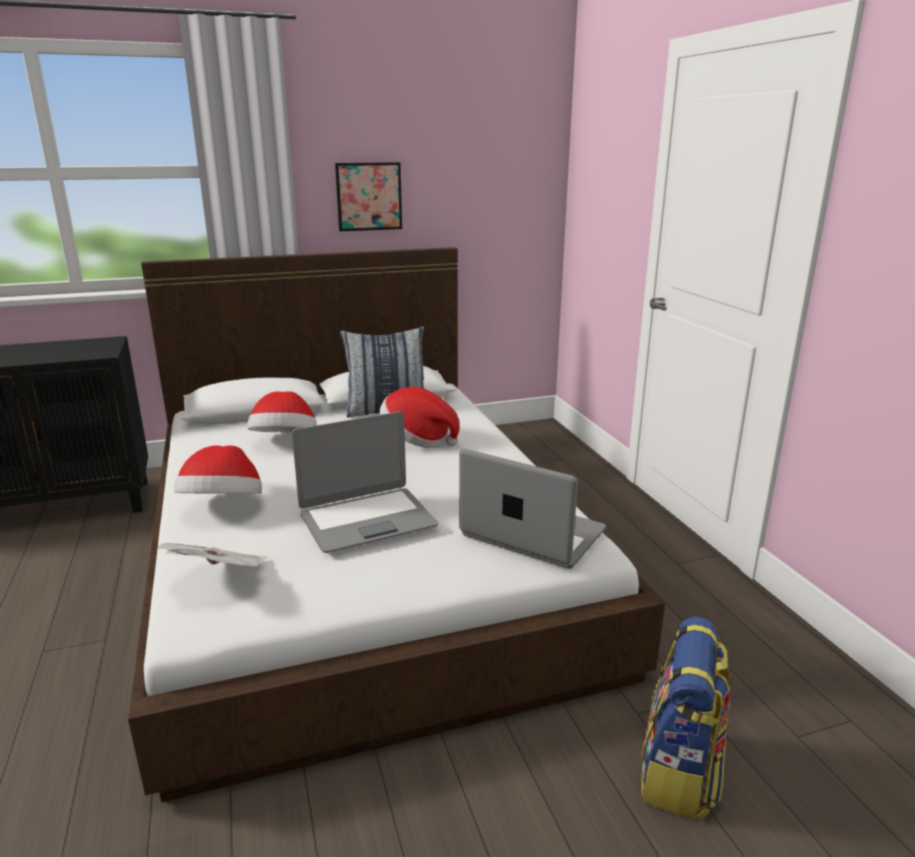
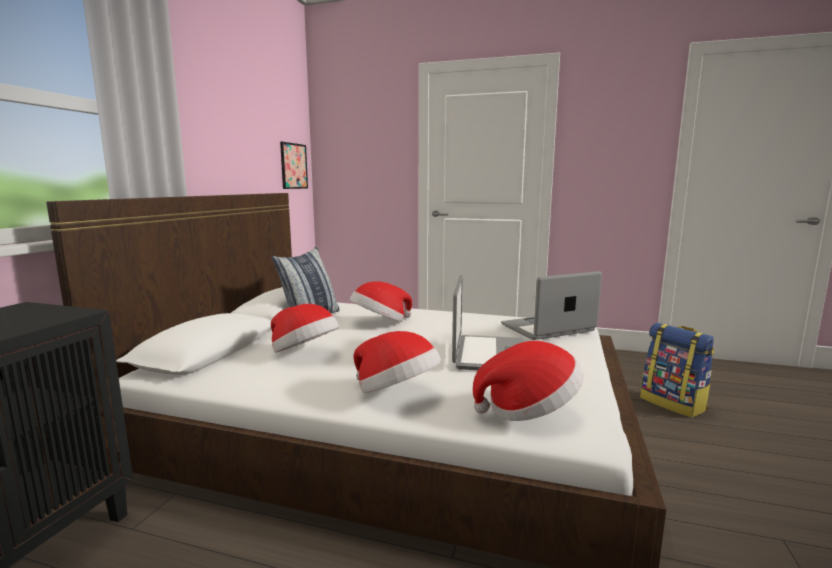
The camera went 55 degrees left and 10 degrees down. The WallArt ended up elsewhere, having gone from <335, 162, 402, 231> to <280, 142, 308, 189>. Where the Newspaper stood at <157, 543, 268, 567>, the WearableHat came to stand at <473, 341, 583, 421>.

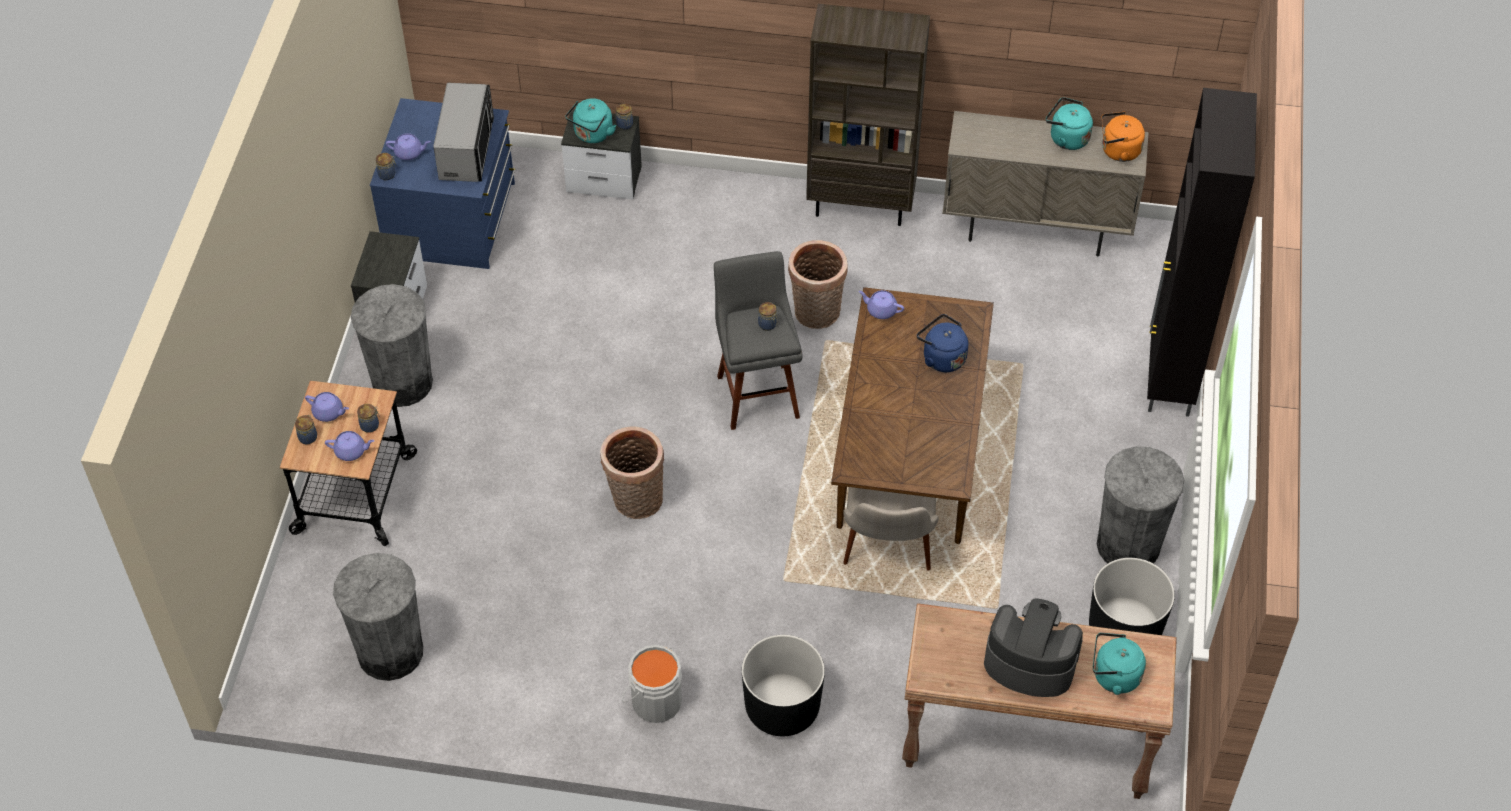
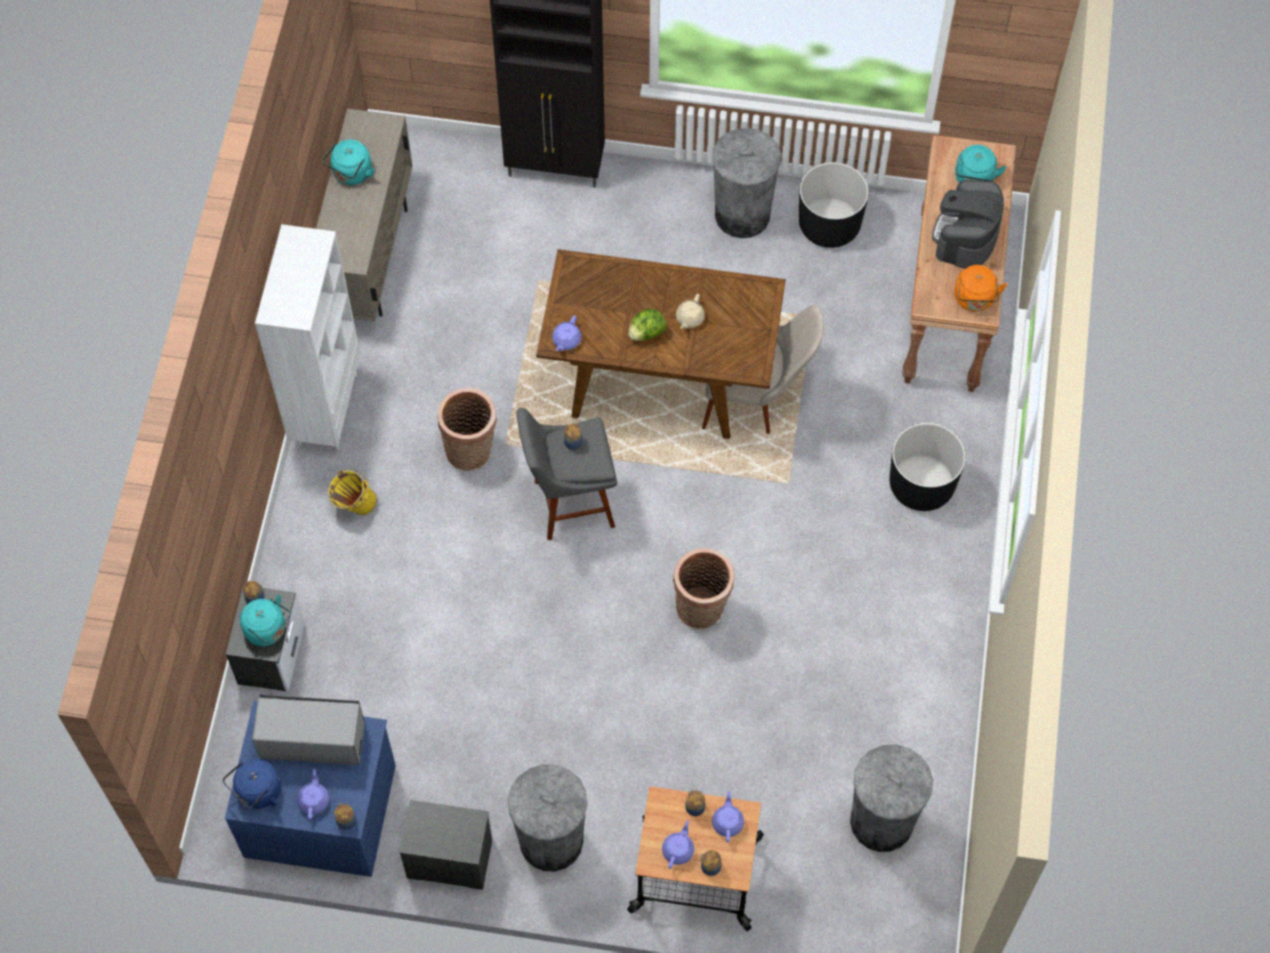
The camera went 90 degrees left and 10 degrees up. The second view lost the GreyishPail at <622, 645, 682, 723>. The second view gained the YellowPail at <328, 469, 377, 515>. The second view gained the HeadOfLettuce at <628, 309, 667, 341>. The second view gained the BeigeColouredTeaPot at <676, 294, 705, 329>. The BluishTeaKettle ended up elsewhere, having gone from <917, 314, 968, 372> to <223, 759, 281, 809>. The OrangeTeaKettle ended up elsewhere, having gone from <1102, 112, 1145, 162> to <955, 265, 1007, 312>. What was the BrownColouredBookshelf at <806, 4, 930, 226> turned into the WhiteColouredBookshelf at <255, 224, 361, 451>.

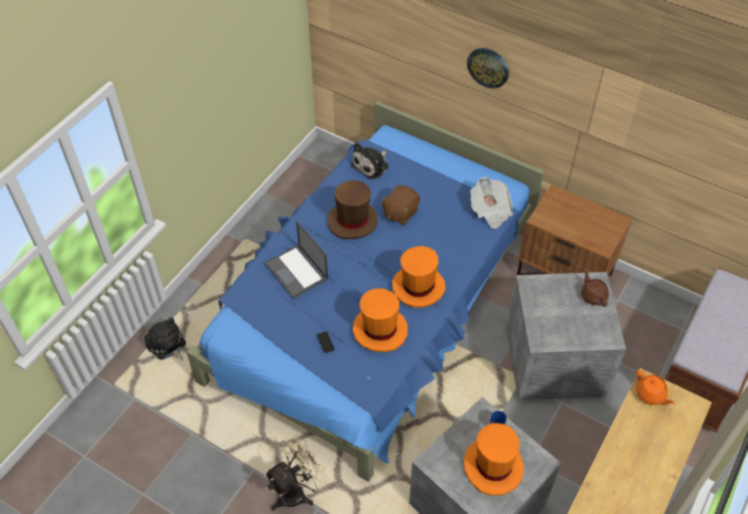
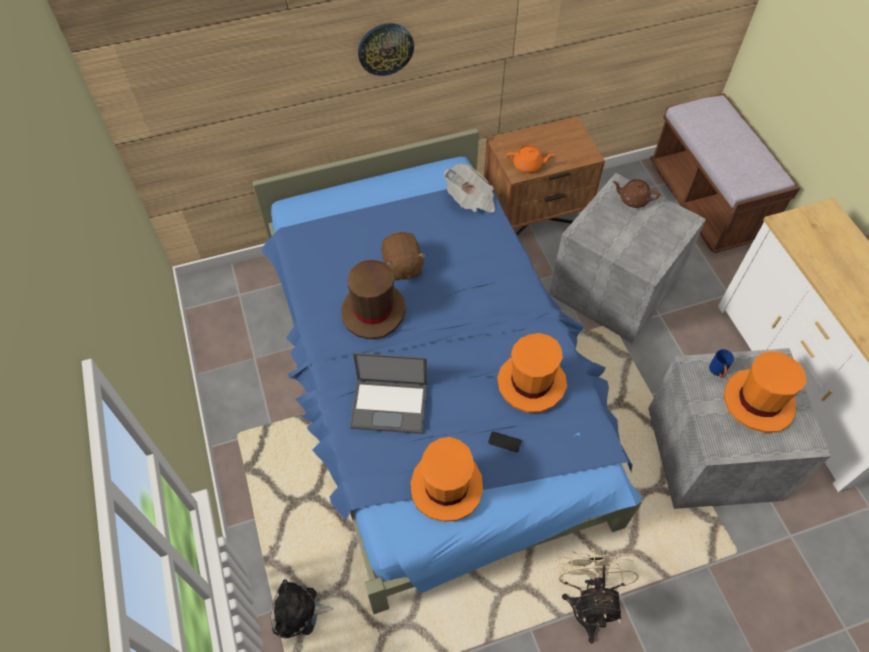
The camera went 50 degrees left and 5 degrees up. The second view lost the CuddlyToy at <351, 143, 389, 179>. The OrangeWearableHat ended up elsewhere, having gone from <392, 246, 445, 308> to <410, 437, 483, 522>. The OrangeTeaPot ended up elsewhere, having gone from <636, 370, 675, 405> to <507, 145, 554, 173>.

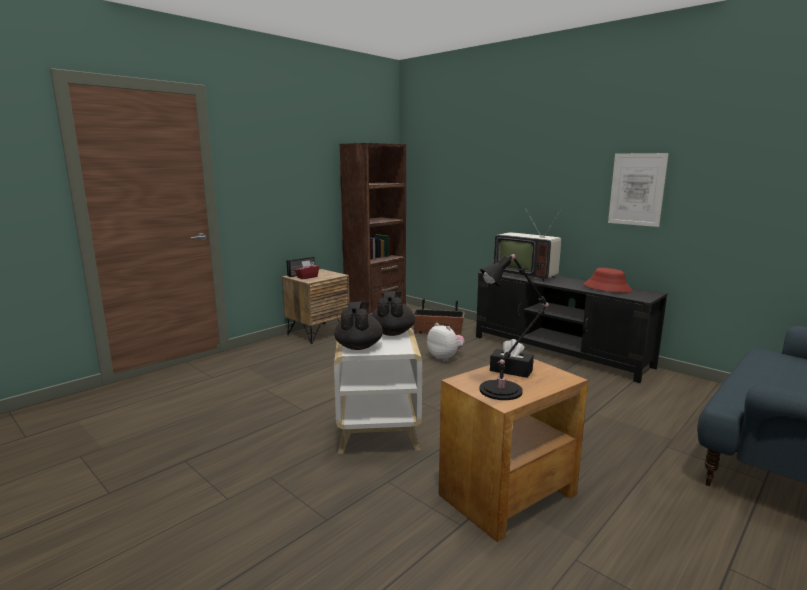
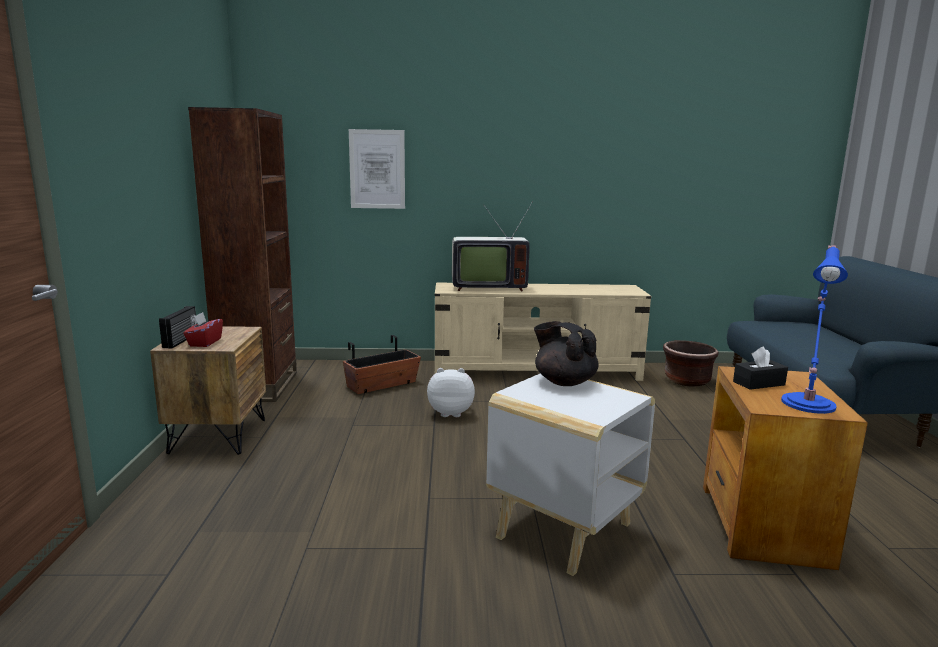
The camera went 45 degrees left and 0 degrees up. The second view lost the BlackTeaPot at <334, 301, 383, 350>. The second view lost the ReddishWearableHat at <584, 268, 632, 293>. The second view gained the BrownColouredPlantPot at <663, 340, 719, 387>. The WallArt ended up elsewhere, having gone from <608, 153, 669, 227> to <349, 129, 405, 209>. What was the BlackTvUnit at <476, 272, 668, 383> turned into the BeigeColouredTvUnit at <434, 282, 651, 381>. What was the BlackTabletopLamp at <479, 254, 549, 400> turned into the BluishTabletopLamp at <781, 245, 848, 414>.

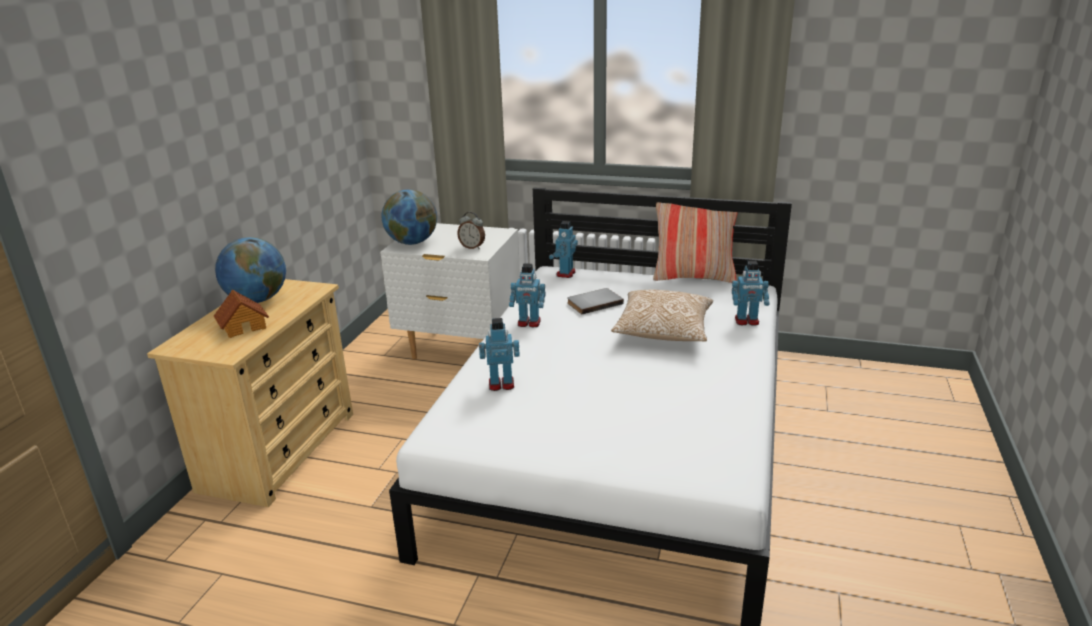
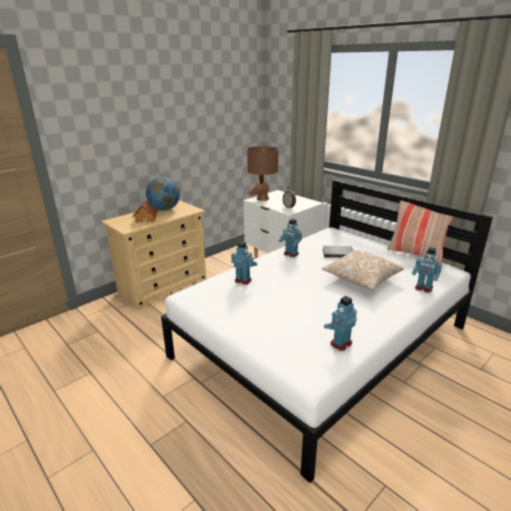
The camera went 30 degrees right and 0 degrees up. The ToyRobot ended up elsewhere, having gone from <549, 221, 578, 278> to <324, 296, 357, 351>. Where the WorldGlobe stood at <382, 189, 437, 245>, the BrownColouredTabletopLamp came to stand at <247, 146, 279, 201>.

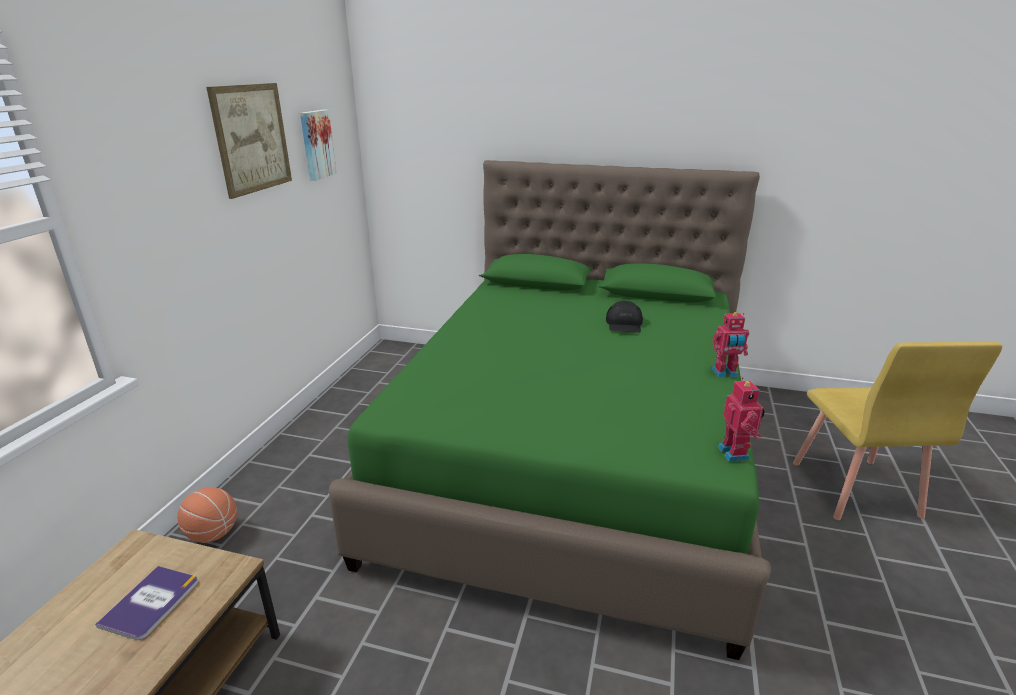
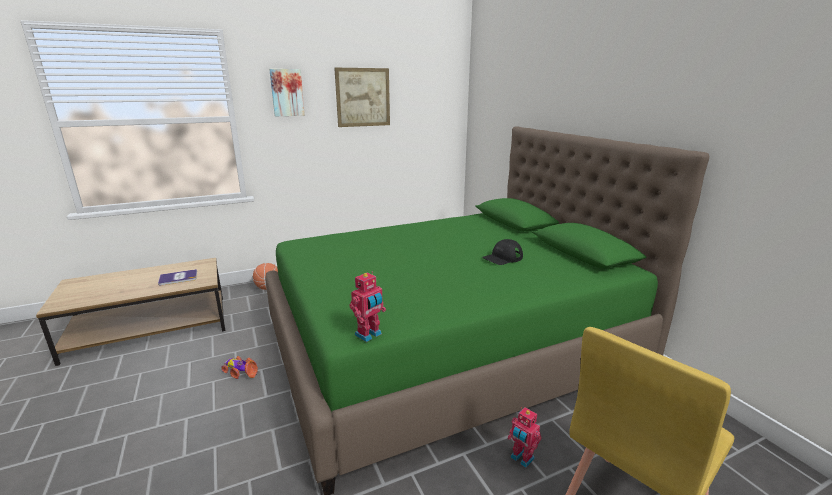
The camera went 50 degrees right and 5 degrees down. The second view gained the ModelCar at <221, 356, 258, 379>. The WallArt ended up elsewhere, having gone from <300, 110, 337, 181> to <269, 69, 305, 117>. The ToyRobot ended up elsewhere, having gone from <712, 312, 749, 377> to <508, 407, 542, 468>.

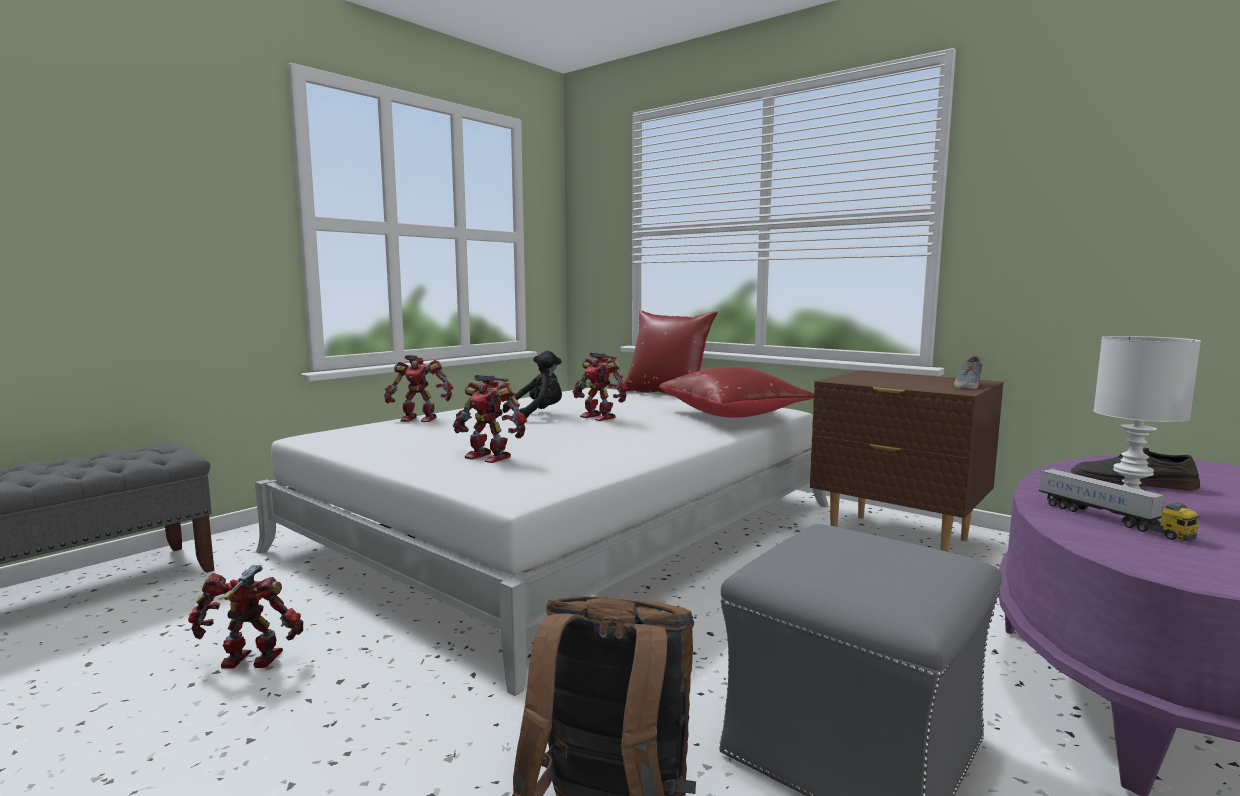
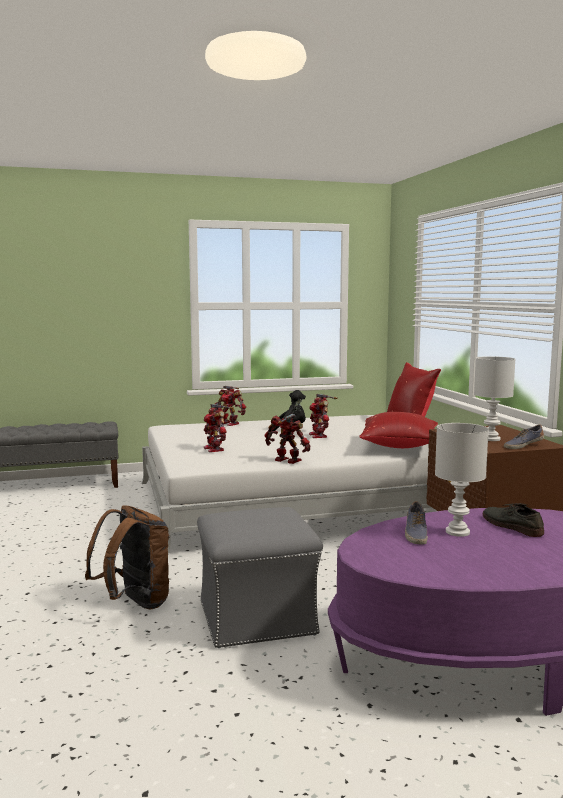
The camera went 35 degrees right and 0 degrees up. The second view gained the WhiteColouredTabletopLamp at <474, 356, 515, 441>. The ToyRobot ended up elsewhere, having gone from <188, 565, 303, 669> to <265, 414, 310, 464>. Where the ToyTruck stood at <1039, 468, 1200, 541>, the LowShoe came to stand at <405, 502, 428, 544>.

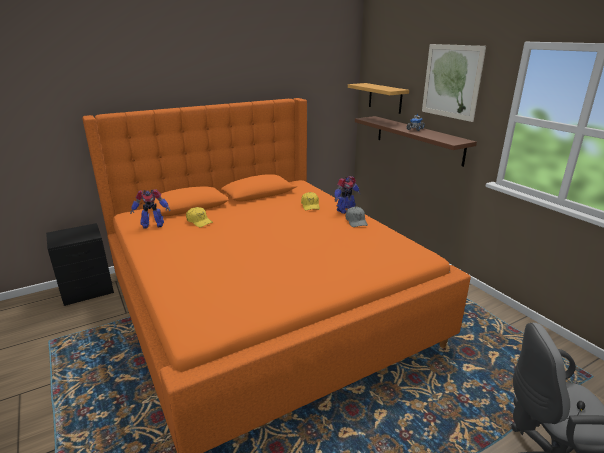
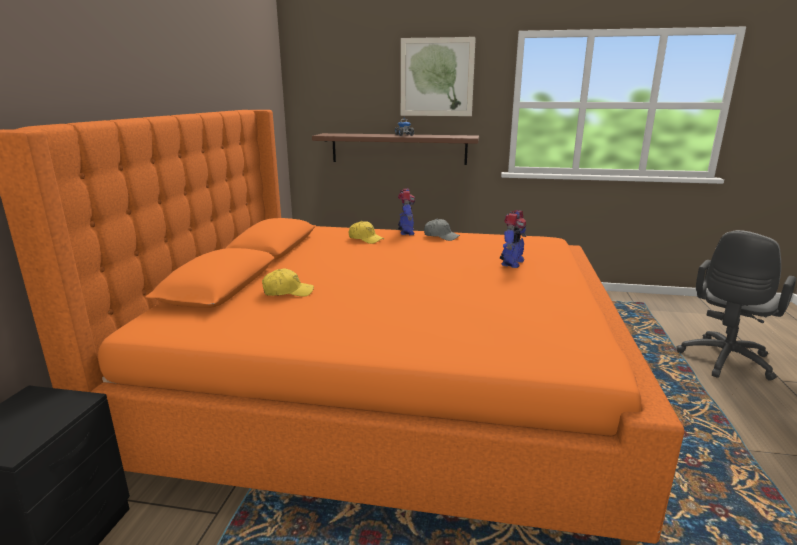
The camera went 50 degrees left and 5 degrees down. The second view lost the BracketShelf at <348, 83, 409, 114>. The ToyRobot ended up elsewhere, having gone from <130, 189, 170, 228> to <500, 210, 527, 268>.

